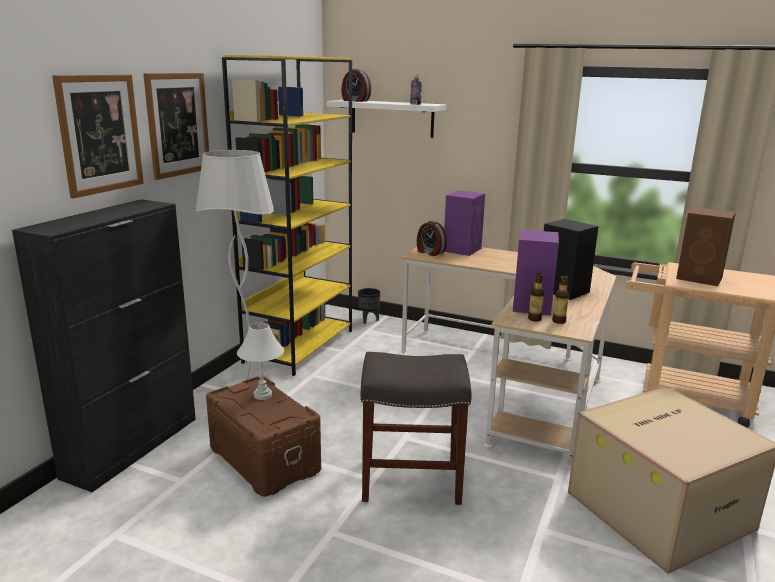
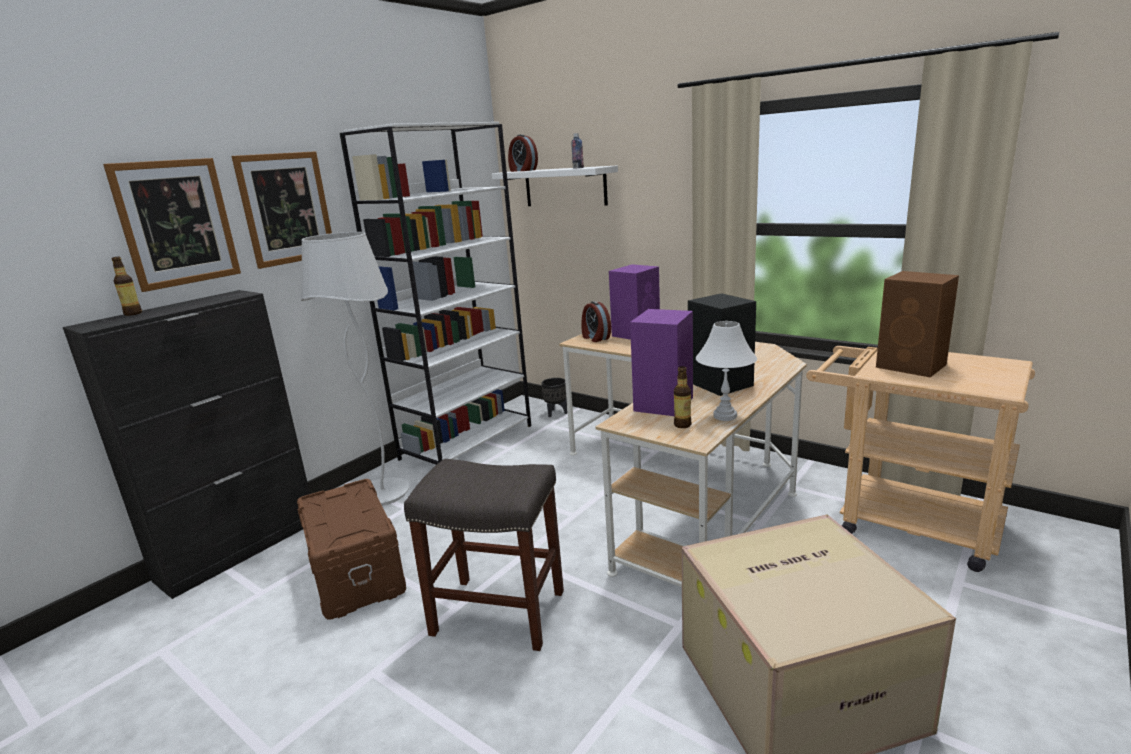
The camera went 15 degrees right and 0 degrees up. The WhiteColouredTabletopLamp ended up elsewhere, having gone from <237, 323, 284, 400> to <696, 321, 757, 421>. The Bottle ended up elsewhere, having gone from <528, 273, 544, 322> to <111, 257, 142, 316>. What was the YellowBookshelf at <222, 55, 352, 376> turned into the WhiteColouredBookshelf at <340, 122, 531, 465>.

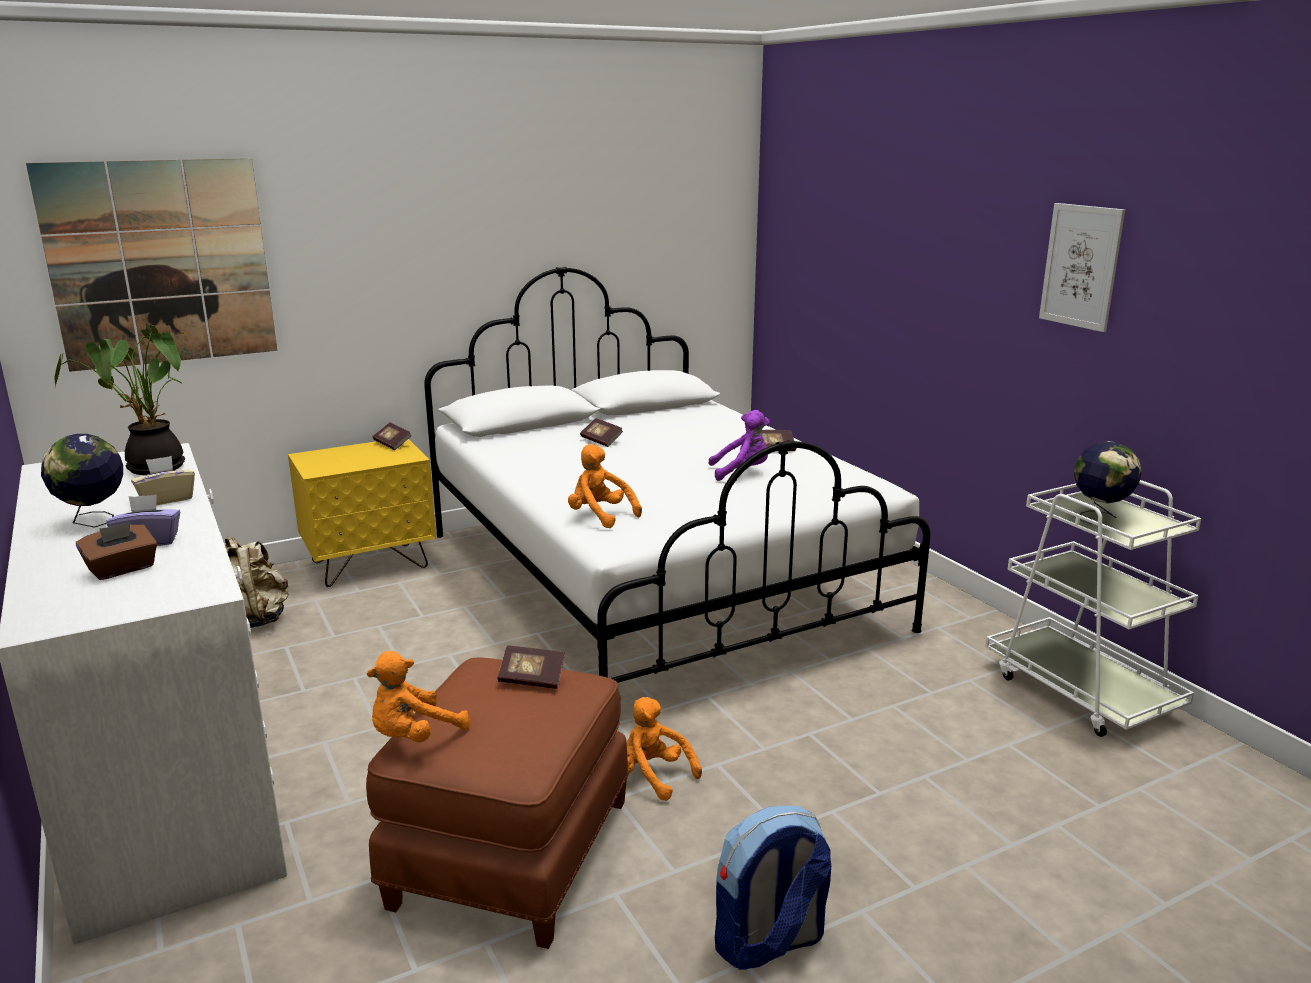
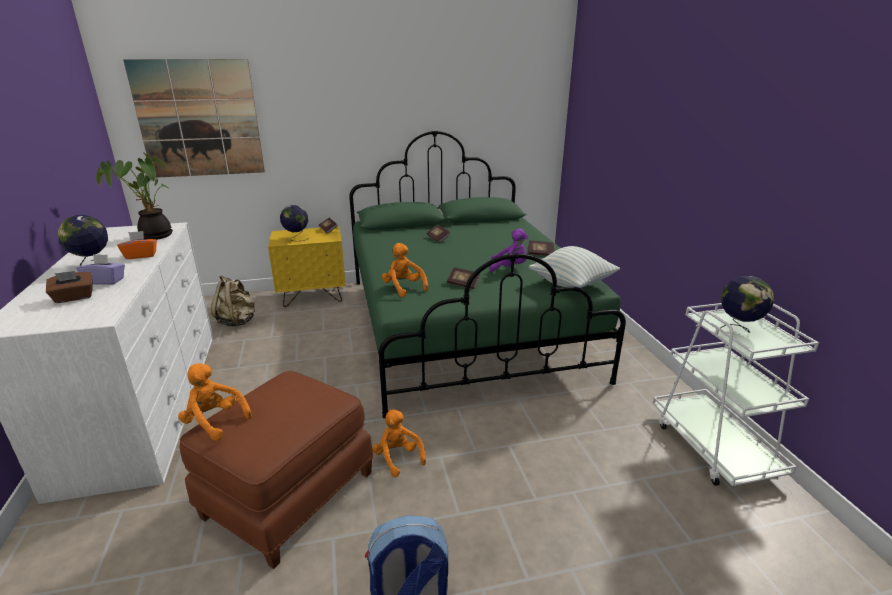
The camera went 15 degrees right and 5 degrees up. The second view lost the WallArt at <1039, 203, 1125, 332>. The second view gained the WorldGlobe at <280, 205, 308, 241>. The second view gained the ThrowPillow at <529, 246, 620, 288>. The Book ended up elsewhere, having gone from <498, 645, 564, 689> to <447, 267, 480, 289>. What was the BeigeColouredBoxOfTissues at <131, 456, 195, 506> turned into the OrangeBoxOfTissues at <117, 231, 157, 259>. What was the WhiteColouredSleepingBed at <424, 267, 931, 683> turned into the GreenishSleepingBed at <349, 131, 626, 419>. The OrangeCuddlyToy at <367, 651, 470, 743> ended up facing another way, 60 degrees clockwise from before.

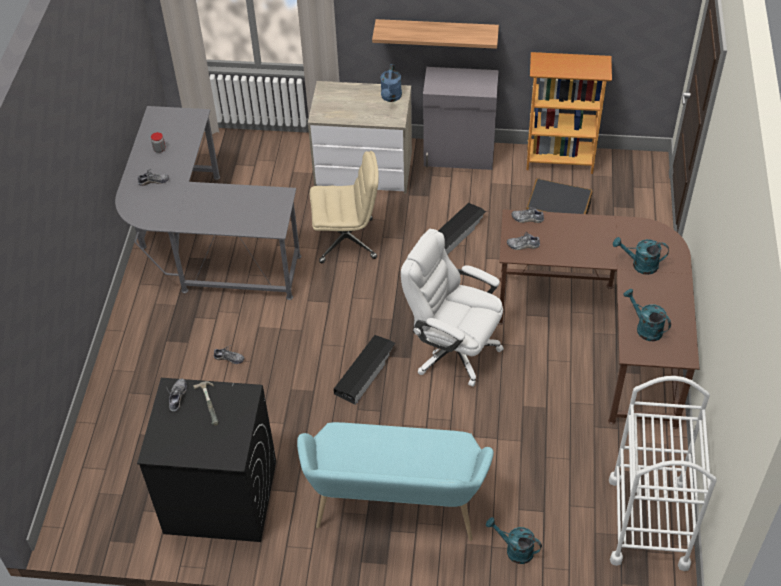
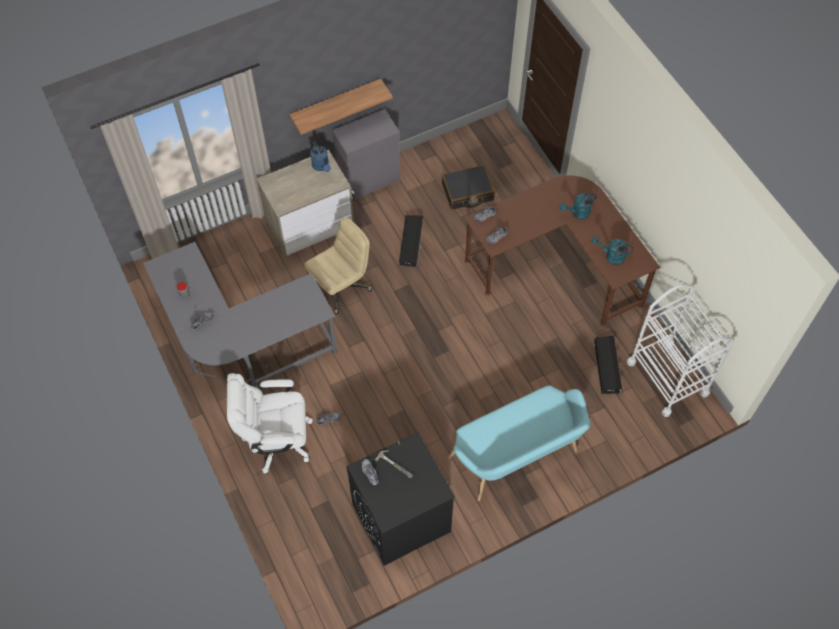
The camera went 35 degrees left and 10 degrees up. The second view lost the BlueGreenSprinklingCan at <486, 517, 542, 564>. The second view lost the Bookshelf at <526, 52, 612, 174>. The BlackStorageBox ended up elsewhere, having gone from <334, 335, 395, 405> to <594, 336, 622, 394>. The WhiteColouredDeskChair ended up elsewhere, having gone from <401, 229, 504, 387> to <227, 373, 313, 473>.

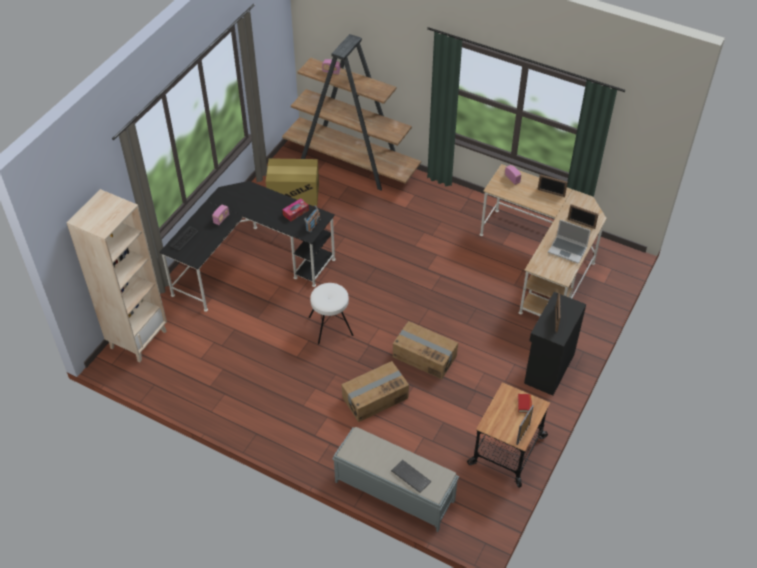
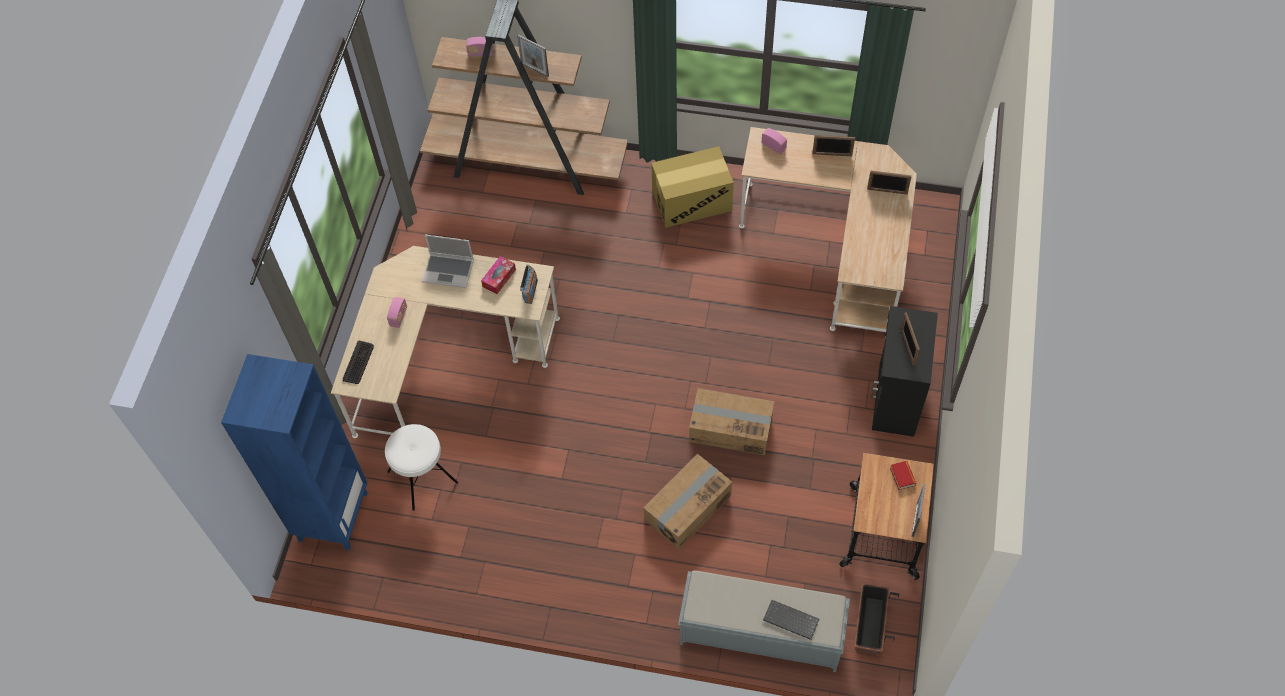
The camera went 15 degrees left and 10 degrees up. The second view gained the PictureFrame at <517, 35, 549, 77>. The second view gained the PlantPot at <854, 583, 899, 657>. The Carton ended up elsewhere, having gone from <266, 158, 319, 206> to <651, 146, 734, 228>. The WhiteColouredSittingStool ended up elsewhere, having gone from <309, 283, 354, 344> to <385, 424, 458, 511>. The Laptop ended up elsewhere, having gone from <548, 220, 591, 264> to <422, 235, 474, 288>. What was the BeigeColouredBookshelf at <67, 189, 167, 362> turned into the BluishBookshelf at <221, 354, 368, 551>. What was the BlackDesk at <159, 181, 336, 312> turned into the BeigeColouredDesk at <331, 246, 560, 438>.

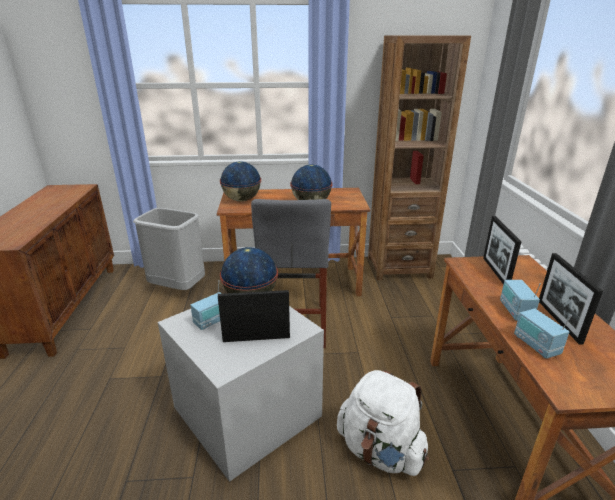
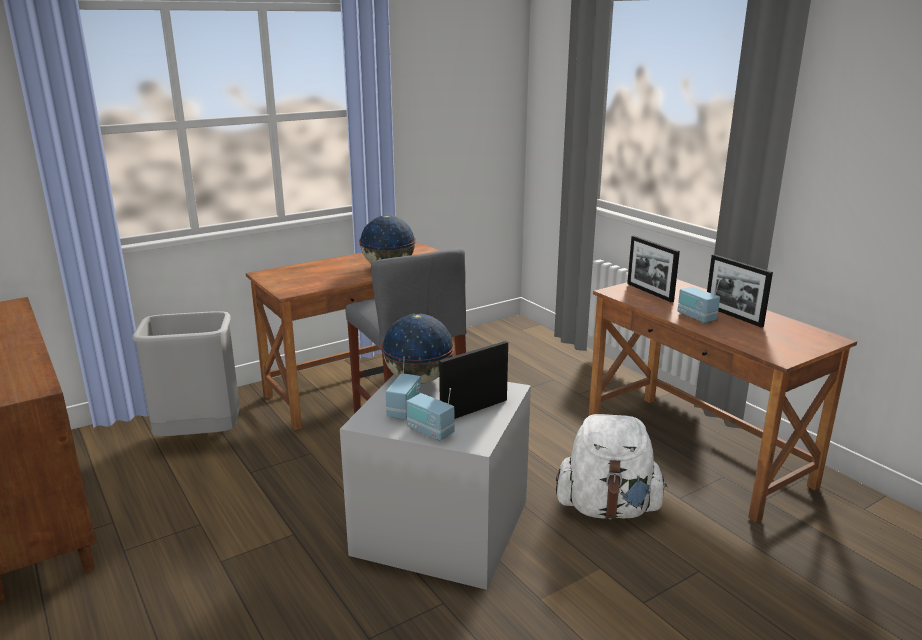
The camera went 30 degrees left and 5 degrees down. The second view lost the WorldGlobe at <220, 161, 261, 202>. The second view lost the BrownColouredBookshelf at <368, 35, 471, 280>. The Radio ended up elsewhere, having gone from <514, 309, 572, 359> to <406, 388, 455, 441>.

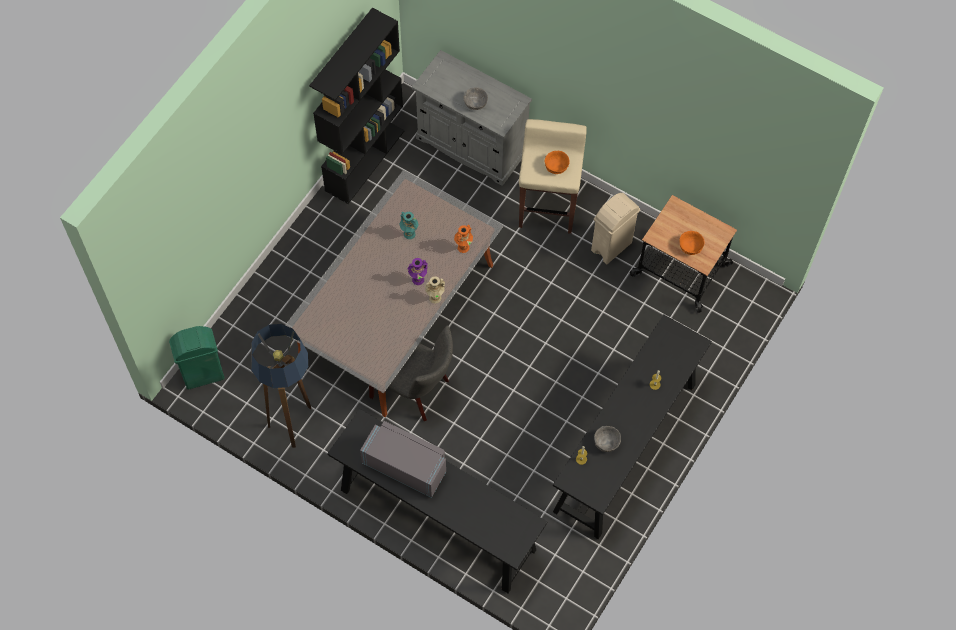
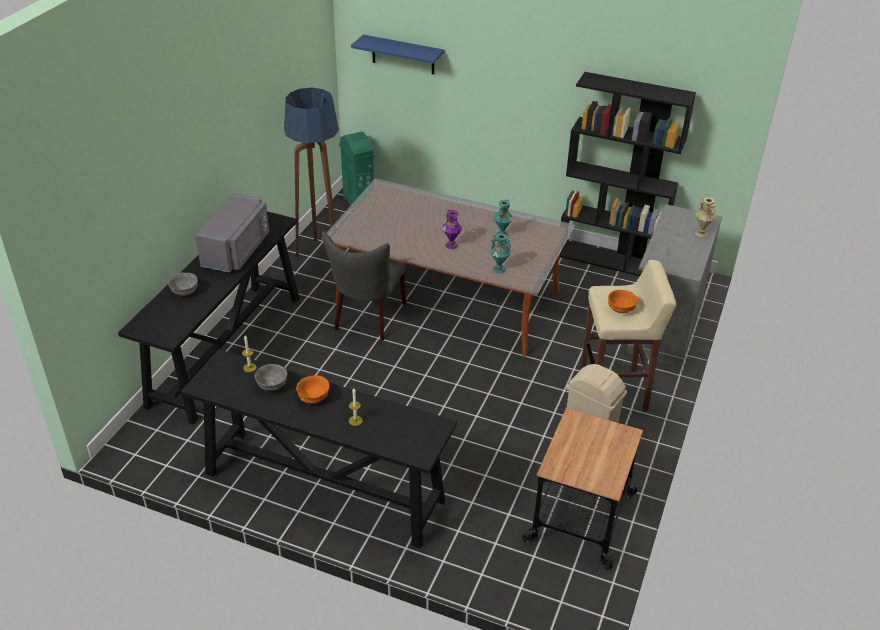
The camera went 80 degrees right and 25 degrees down. The second view gained the BluishBracketShelf at <351, 35, 444, 74>. The BeigeColouredFlowerVase ended up elsewhere, having gone from <425, 276, 445, 304> to <695, 197, 716, 237>. The GreyishDeepDish ended up elsewhere, having gone from <463, 87, 488, 110> to <168, 273, 198, 296>. The OrangeDeepDish ended up elsewhere, having gone from <679, 231, 705, 255> to <296, 375, 330, 404>. What was the OrangeFlowerVase at <454, 225, 473, 253> turned into the BlueGreenFlowerVase at <490, 233, 511, 273>.

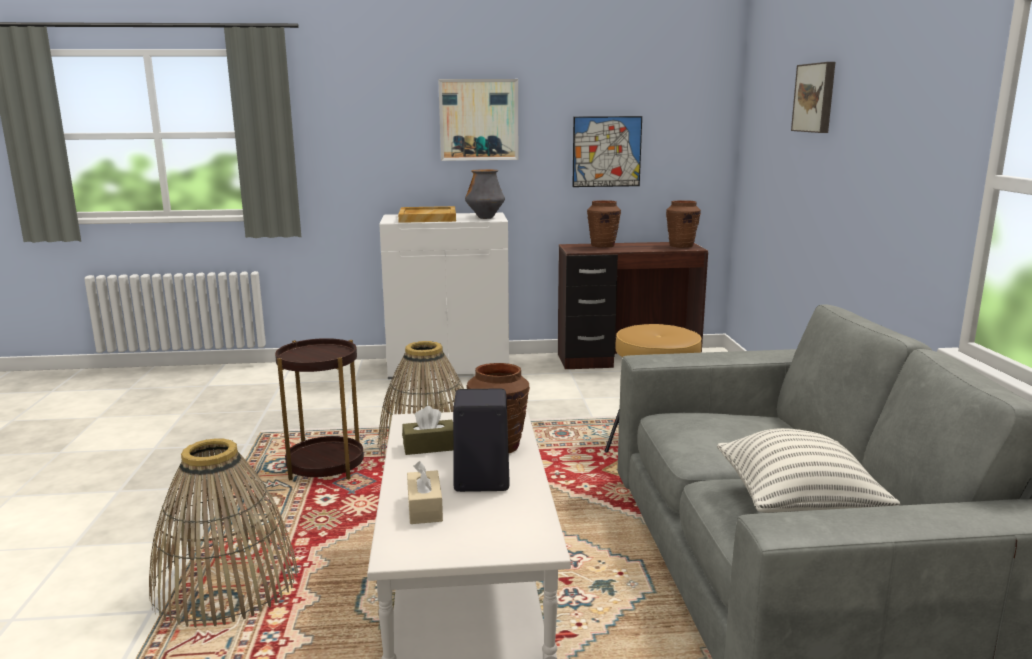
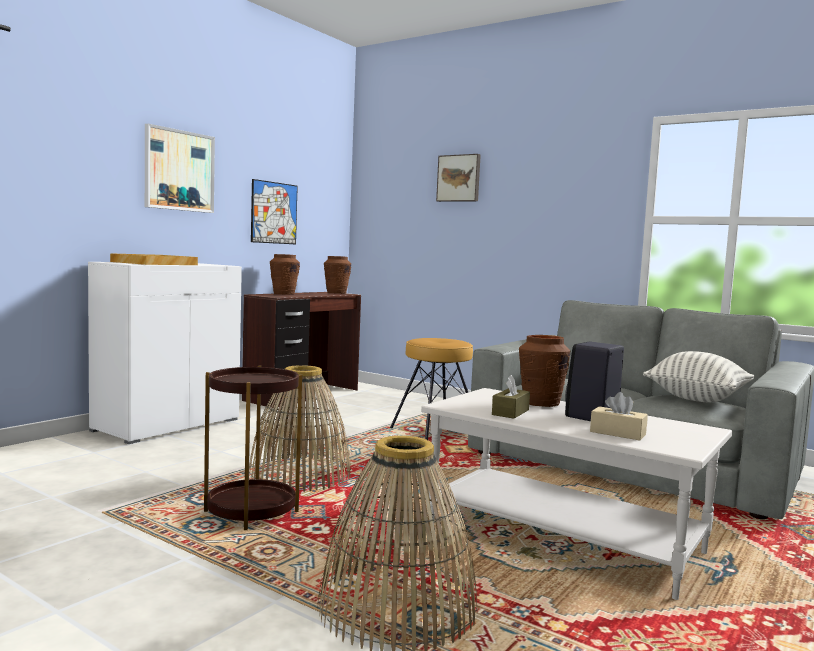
The camera went 50 degrees left and 10 degrees down. The second view lost the FlowerVase at <465, 169, 505, 219>.

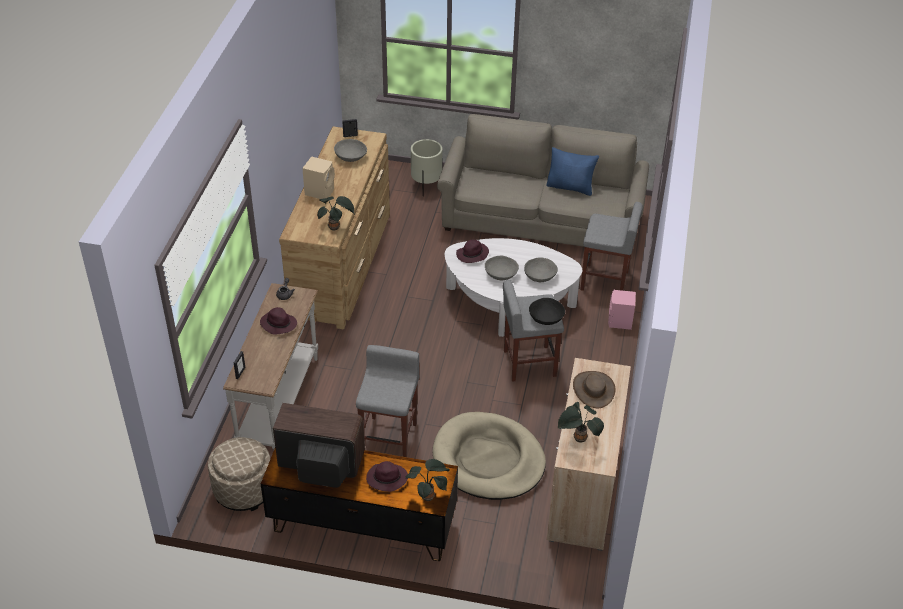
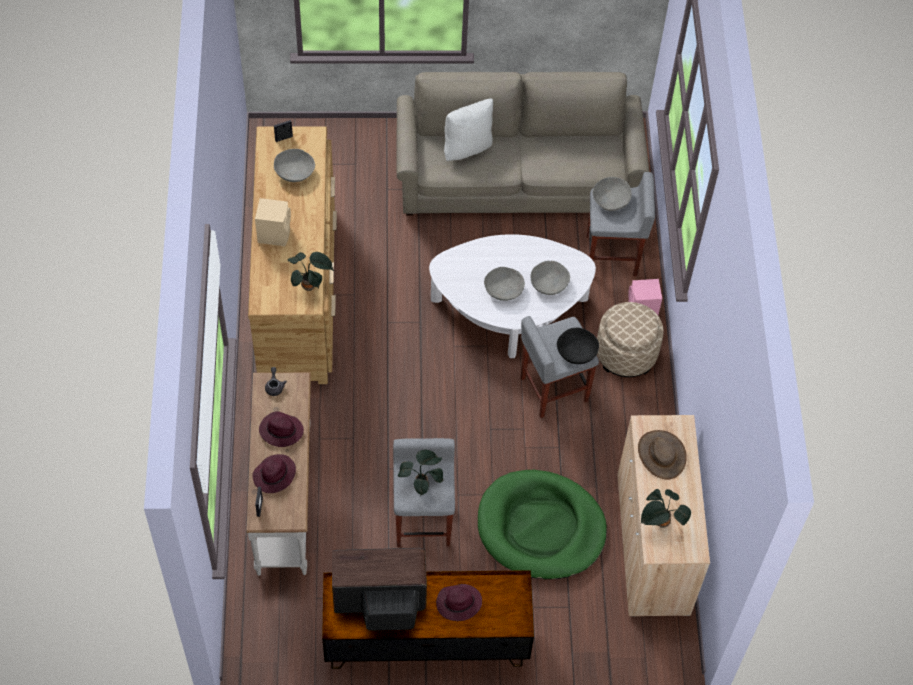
The camera went 15 degrees left and 15 degrees up. The second view lost the BeigeColouredPlantPot at <411, 139, 442, 196>. The second view lost the BluishThrowPillow at <546, 147, 599, 196>. The second view gained the WhiteColouredThrowPillow at <444, 98, 493, 161>. The second view gained the GreyishDeepDish at <592, 177, 632, 211>. The BeigeColouredPouffe ended up elsewhere, having gone from <208, 437, 270, 511> to <597, 302, 664, 377>. The PottedPlant ended up elsewhere, having gone from <405, 459, 450, 501> to <398, 450, 443, 496>. The PurplishWearableHat ended up elsewhere, having gone from <456, 239, 489, 263> to <252, 454, 296, 493>. What was the BeigeColouredDogBed at <432, 412, 546, 500> turned into the GreenishDogBed at <478, 470, 607, 579>.

